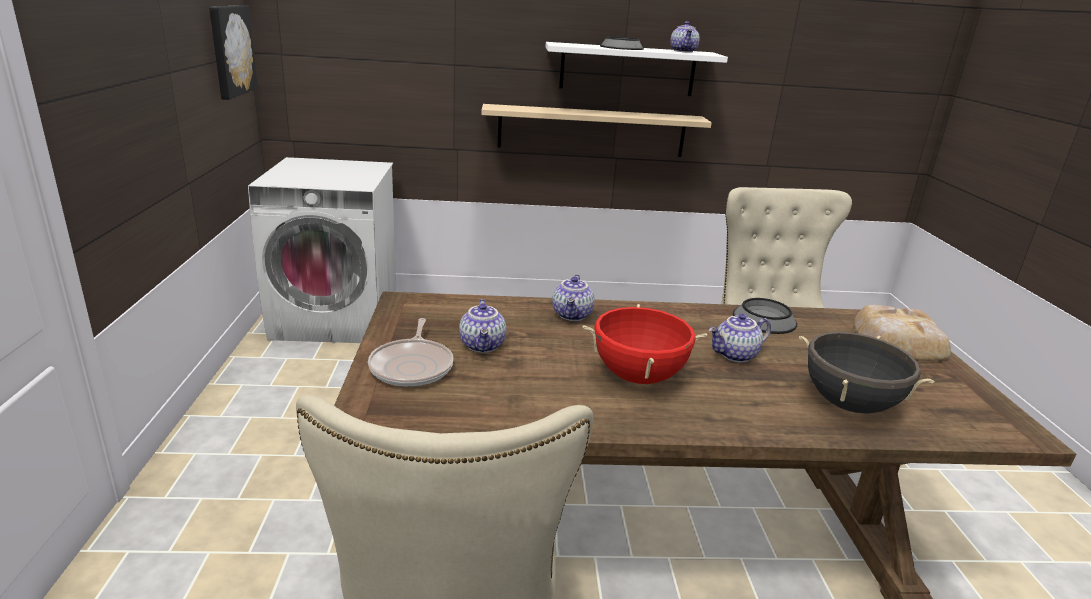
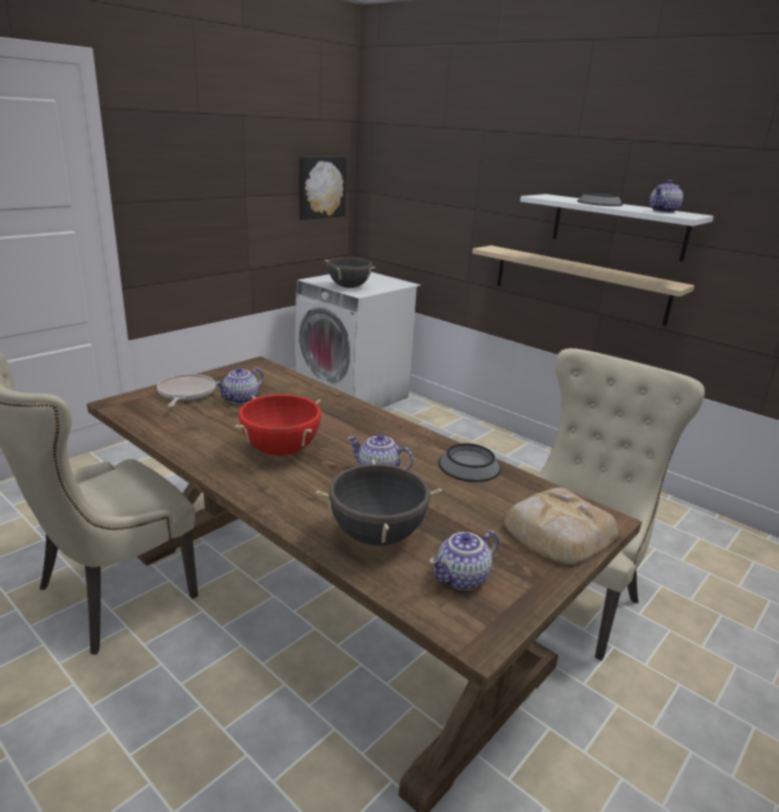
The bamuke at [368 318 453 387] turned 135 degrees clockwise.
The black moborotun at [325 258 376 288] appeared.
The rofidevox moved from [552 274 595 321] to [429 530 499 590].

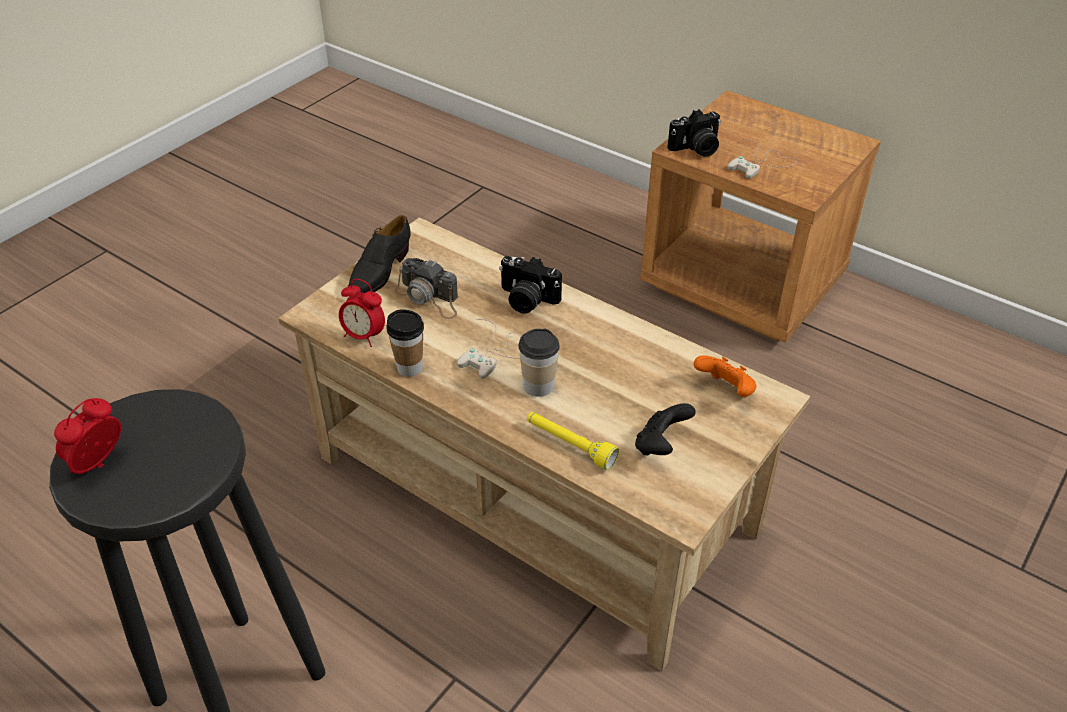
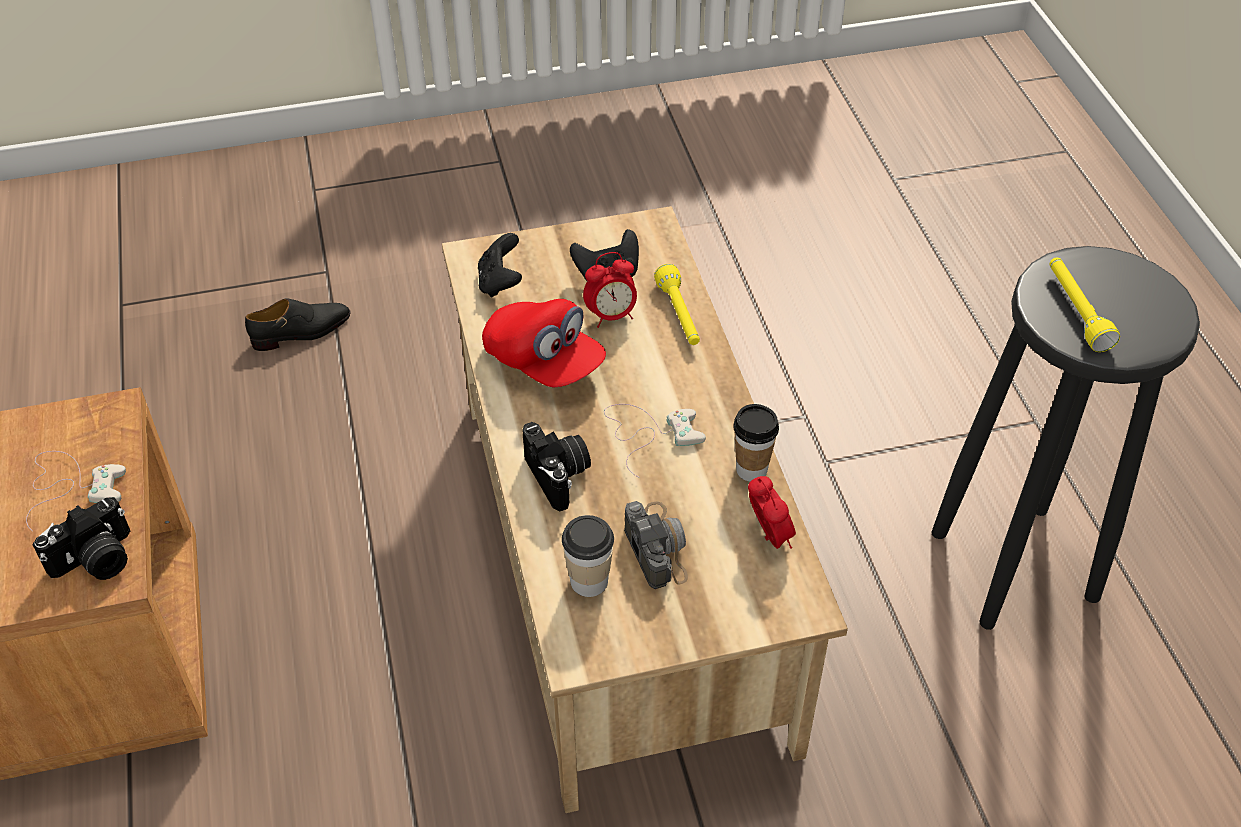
The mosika at [667 109 721 157] turned 120 degrees clockwise.
The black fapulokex moved from [349 215 410 293] to [245 299 350 351].
The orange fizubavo at [693 355 757 397] became the black fizubavo at [478 233 522 297].
The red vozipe at [482 299 606 387] appeared.
The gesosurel moved from [519 329 560 397] to [562 515 614 597].
The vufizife moved from [54 398 121 474] to [583 252 637 328].
The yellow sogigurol at [1050 258 1120 352] appeared.

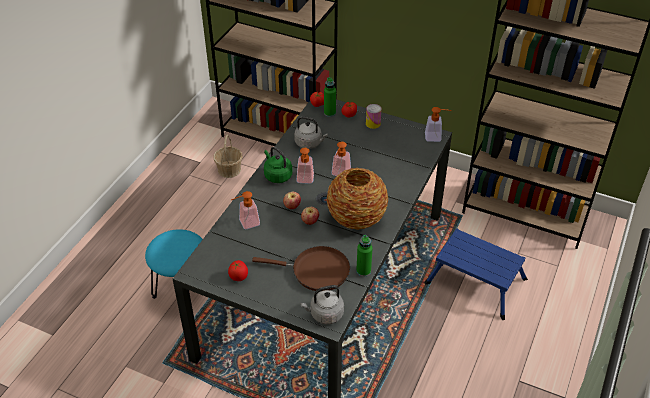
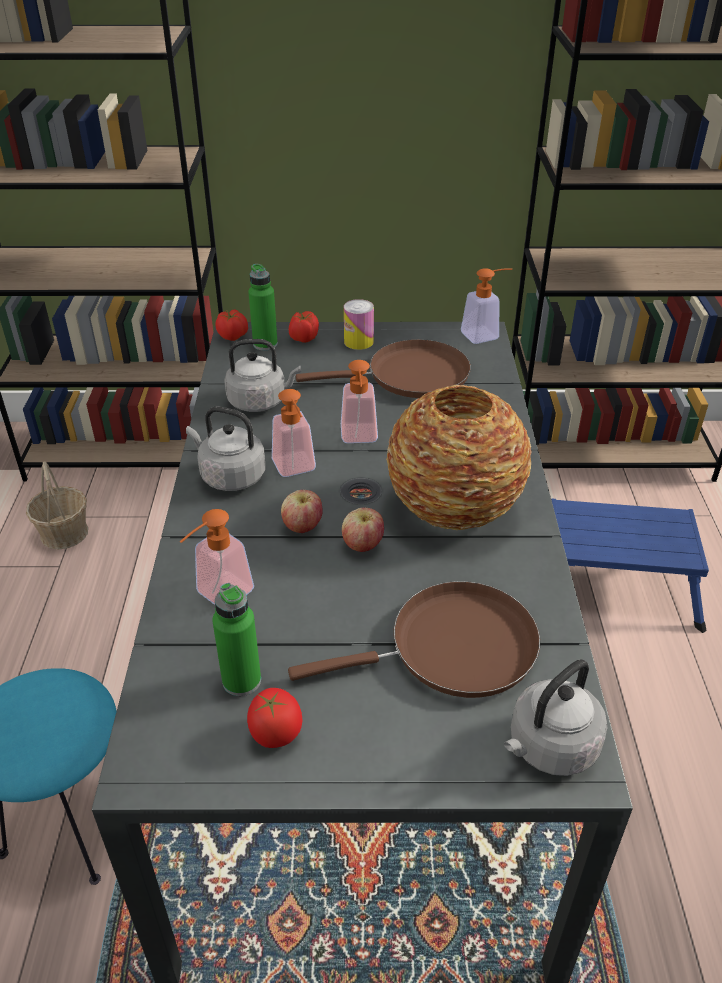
The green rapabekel at [264 147 292 183] became the grey rapabekel at [186 406 265 491].
The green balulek moved from [356 235 372 276] to [212 583 261 696].
The brown bamuke at [296 339 471 398] appeared.

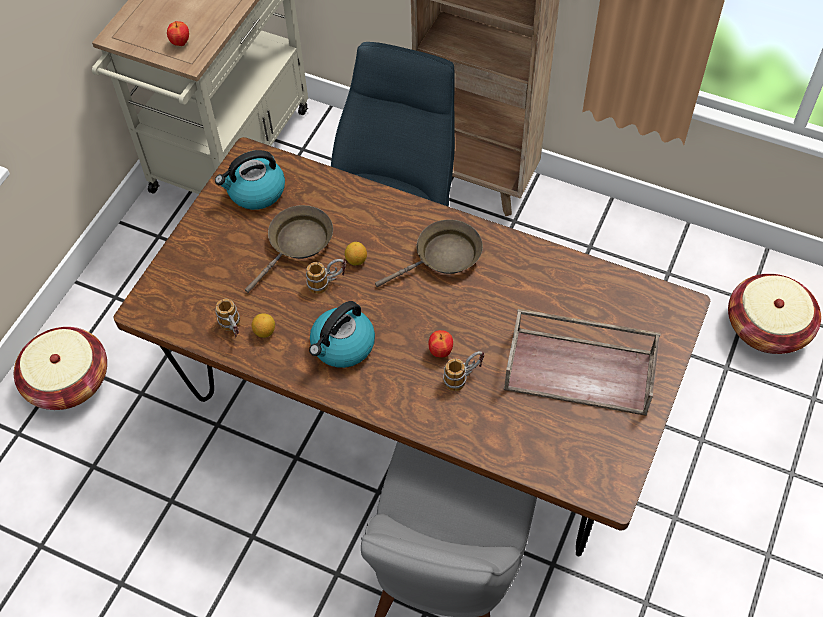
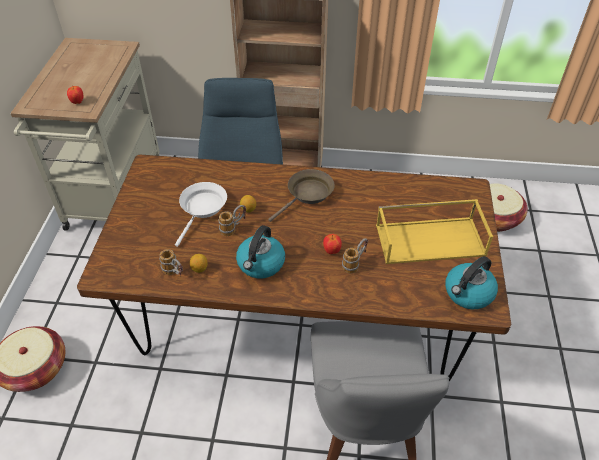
The brown bamuke at [245 205 333 293] became the white bamuke at [175 182 227 247].
The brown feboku at [504 309 661 416] became the yellow feboku at [376 199 493 264].
The rapabekel moved from [215 150 285 210] to [445 256 498 309].

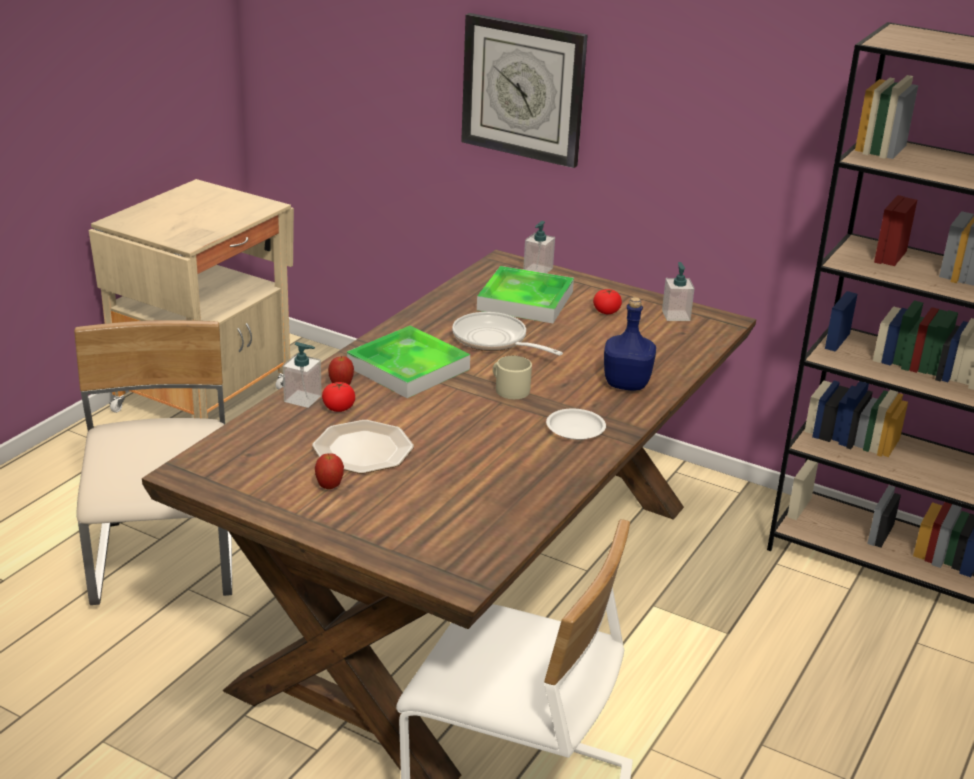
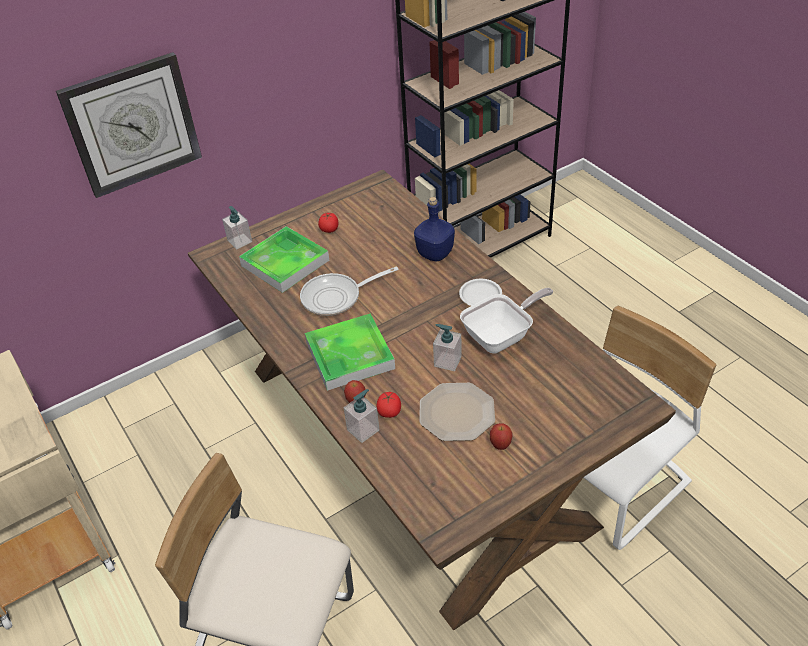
The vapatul moved from [662 262 695 321] to [433 324 462 371].
The bamuke at [460 288 554 353] appeared.
The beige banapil at [493 356 532 399] disappeared.

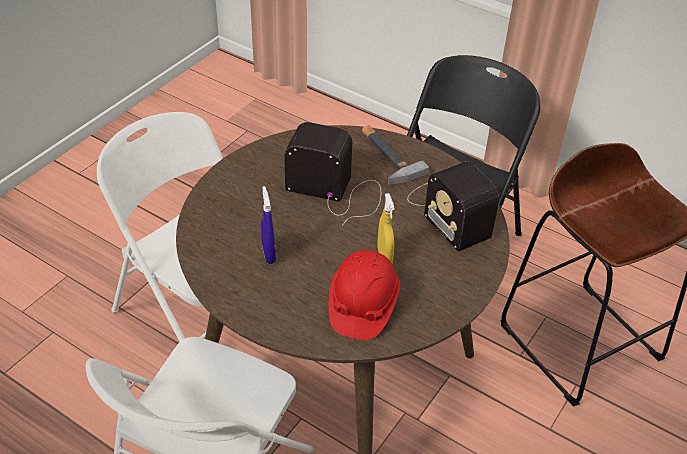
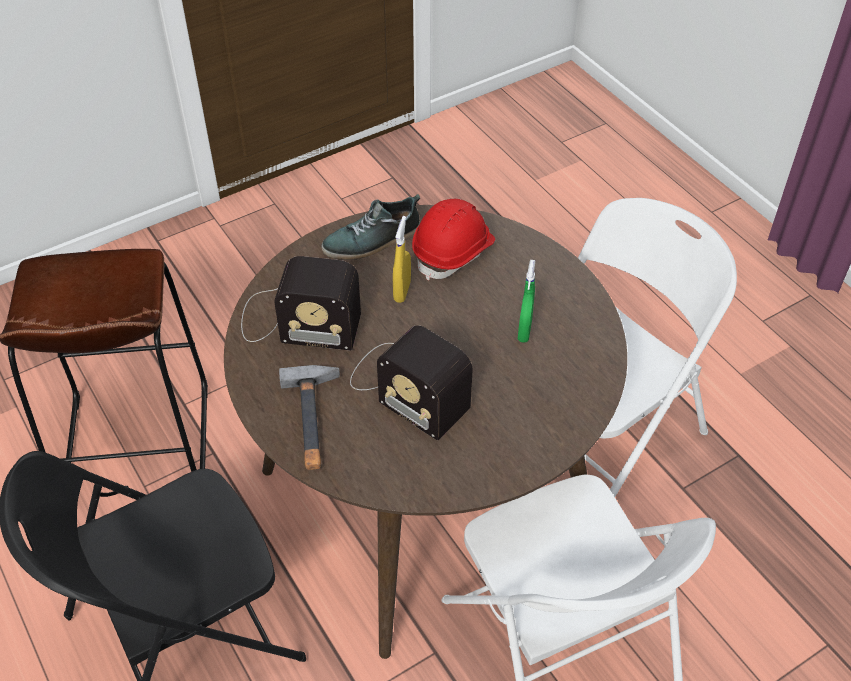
The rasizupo at [407 161 499 252] turned 105 degrees clockwise.
The fapulokex at [321 194 420 260] appeared.
The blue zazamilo at [261 186 276 264] became the green zazamilo at [518 260 535 343].

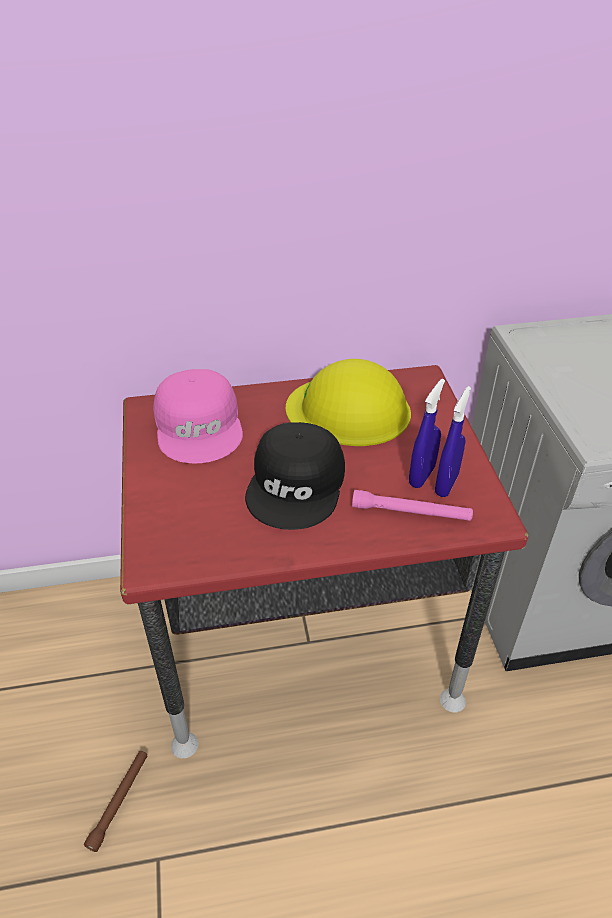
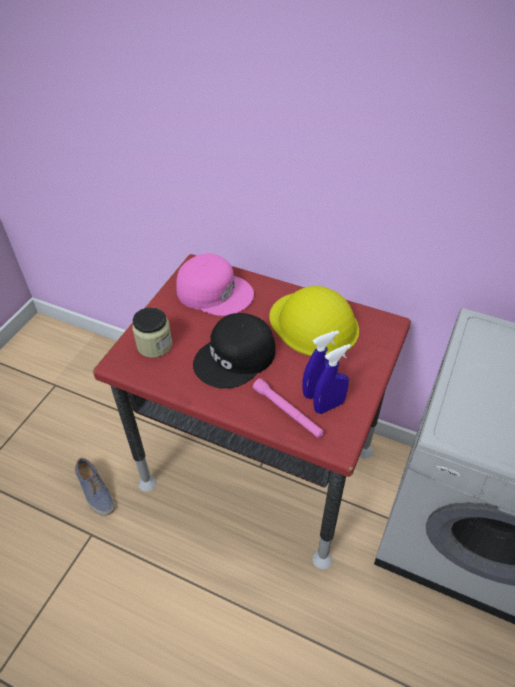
The brown sogigurol at [84 751 147 852] was replaced by the fapulokex at [75 458 115 516].
The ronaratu at [132 307 173 358] appeared.
The pink vozipe at [153 369 243 463] turned 90 degrees counterclockwise.

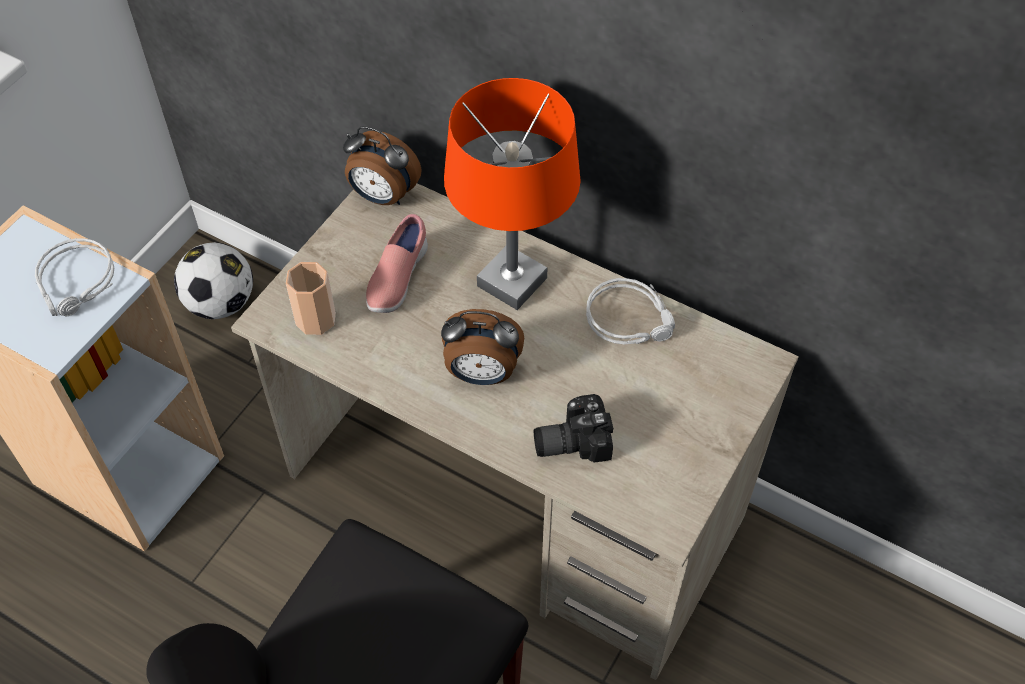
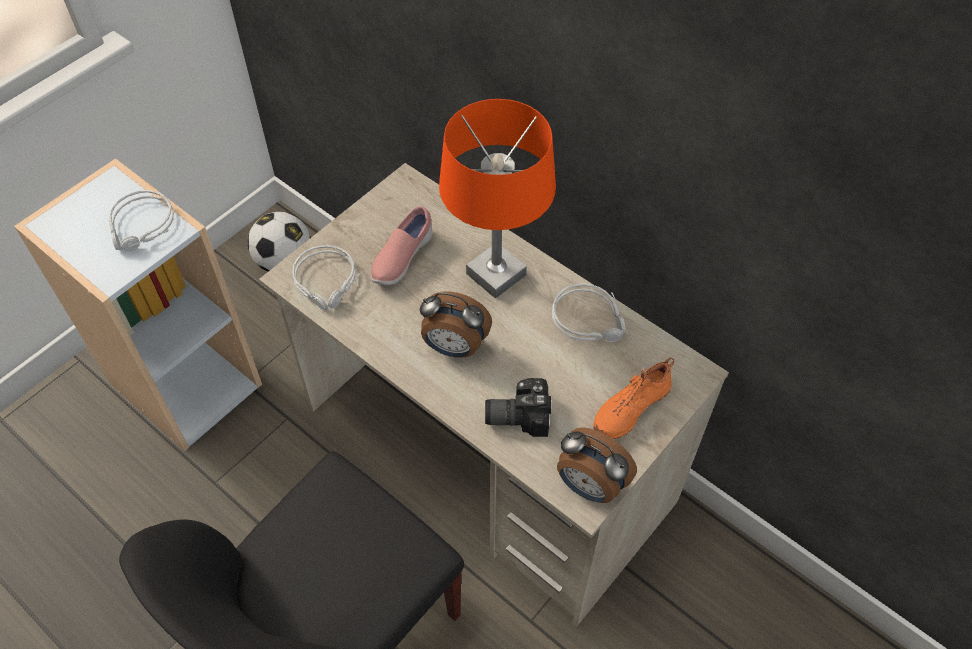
The gesosurel at [286 262 336 335] was replaced by the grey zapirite at [292 245 360 311].
The vufizife moved from [343 126 422 205] to [557 427 637 503].
The orange fapulokex at [593 357 674 439] appeared.

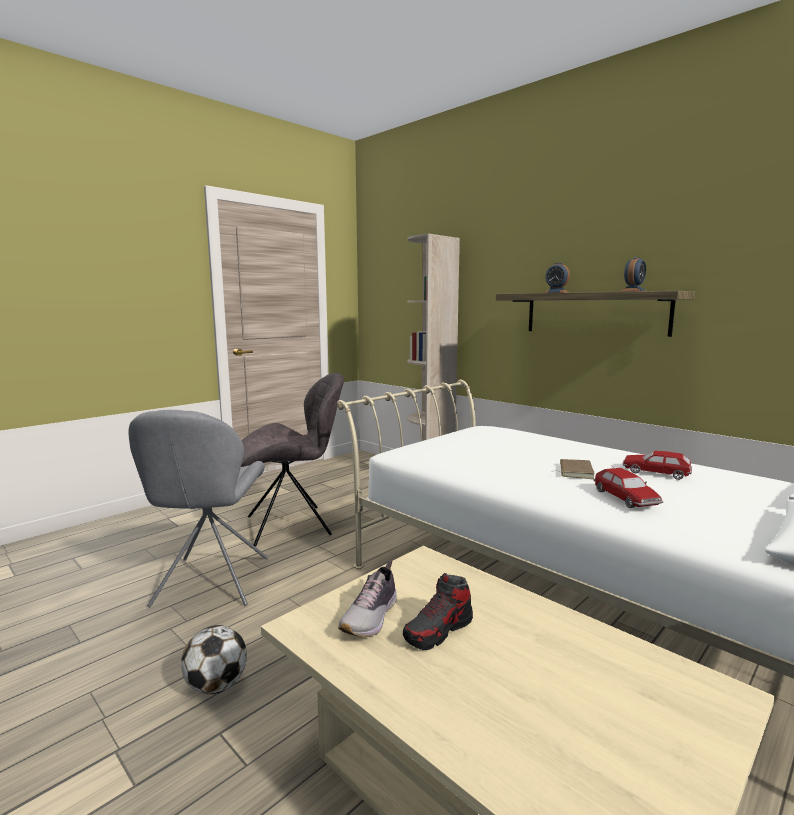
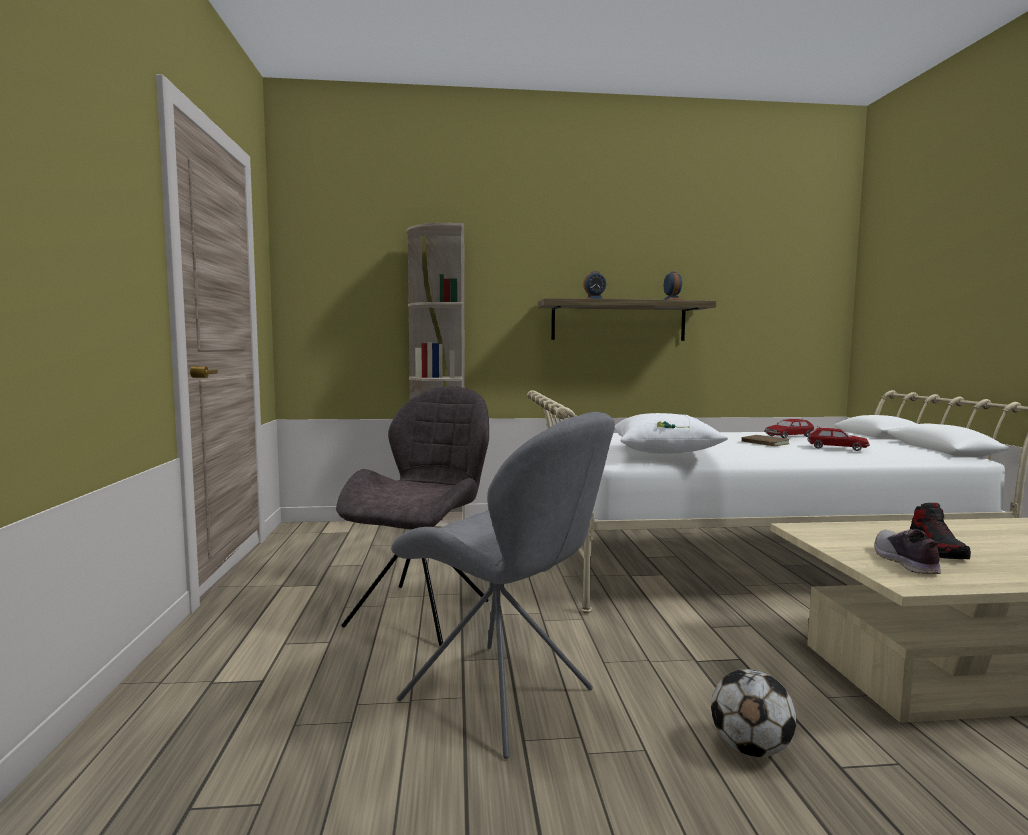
The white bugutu at [614 413 728 454] appeared.
The fapulokex at [338 561 397 637] turned 150 degrees counterclockwise.

